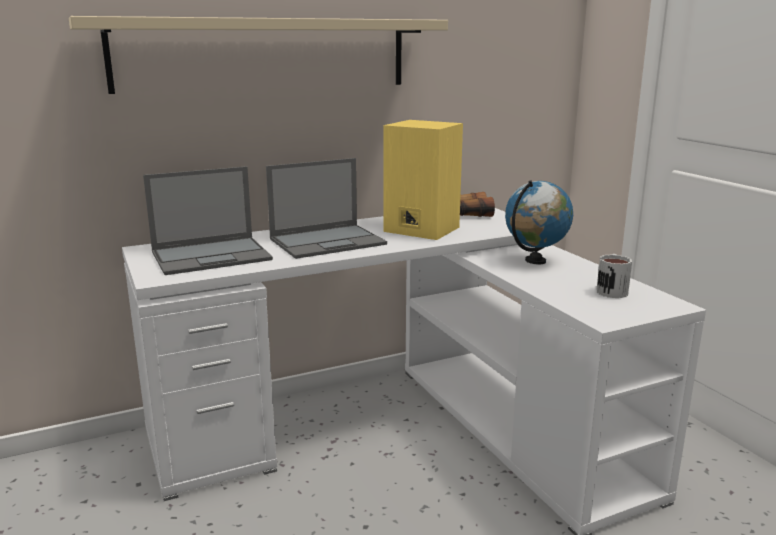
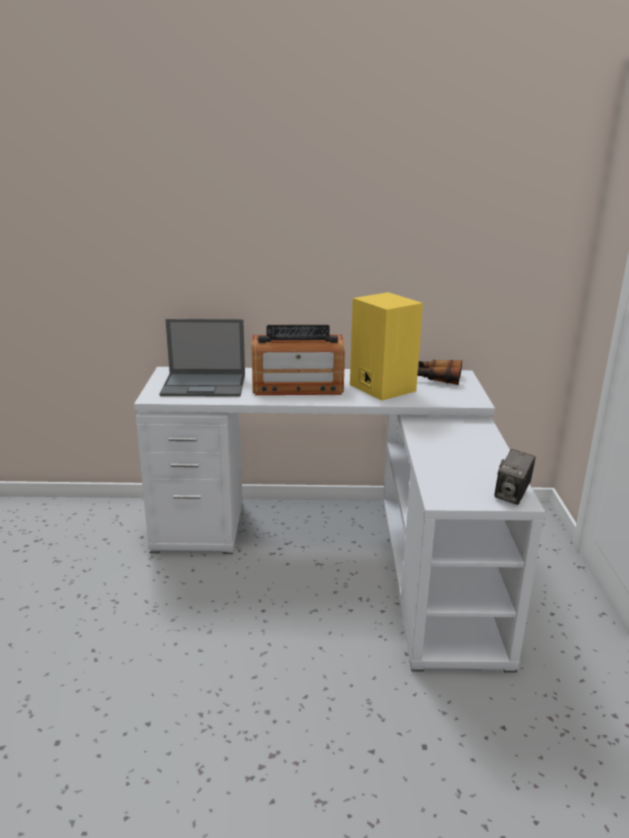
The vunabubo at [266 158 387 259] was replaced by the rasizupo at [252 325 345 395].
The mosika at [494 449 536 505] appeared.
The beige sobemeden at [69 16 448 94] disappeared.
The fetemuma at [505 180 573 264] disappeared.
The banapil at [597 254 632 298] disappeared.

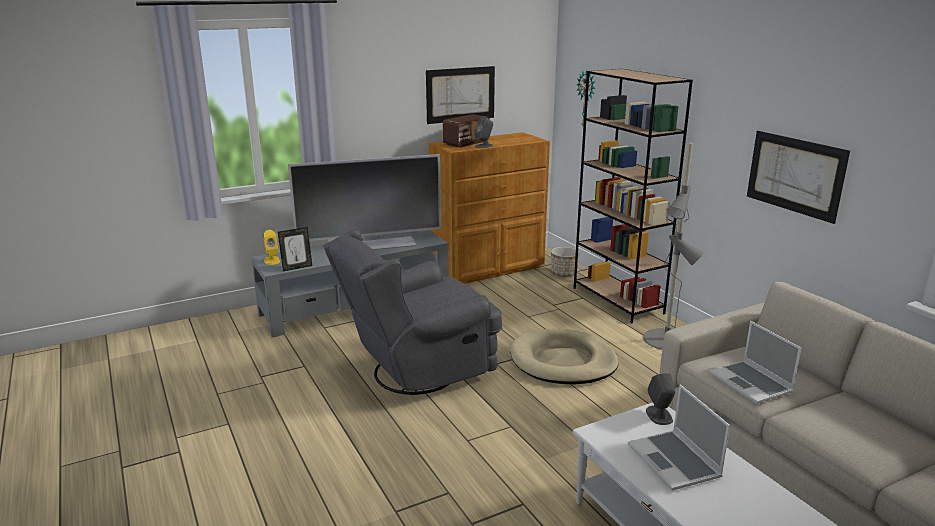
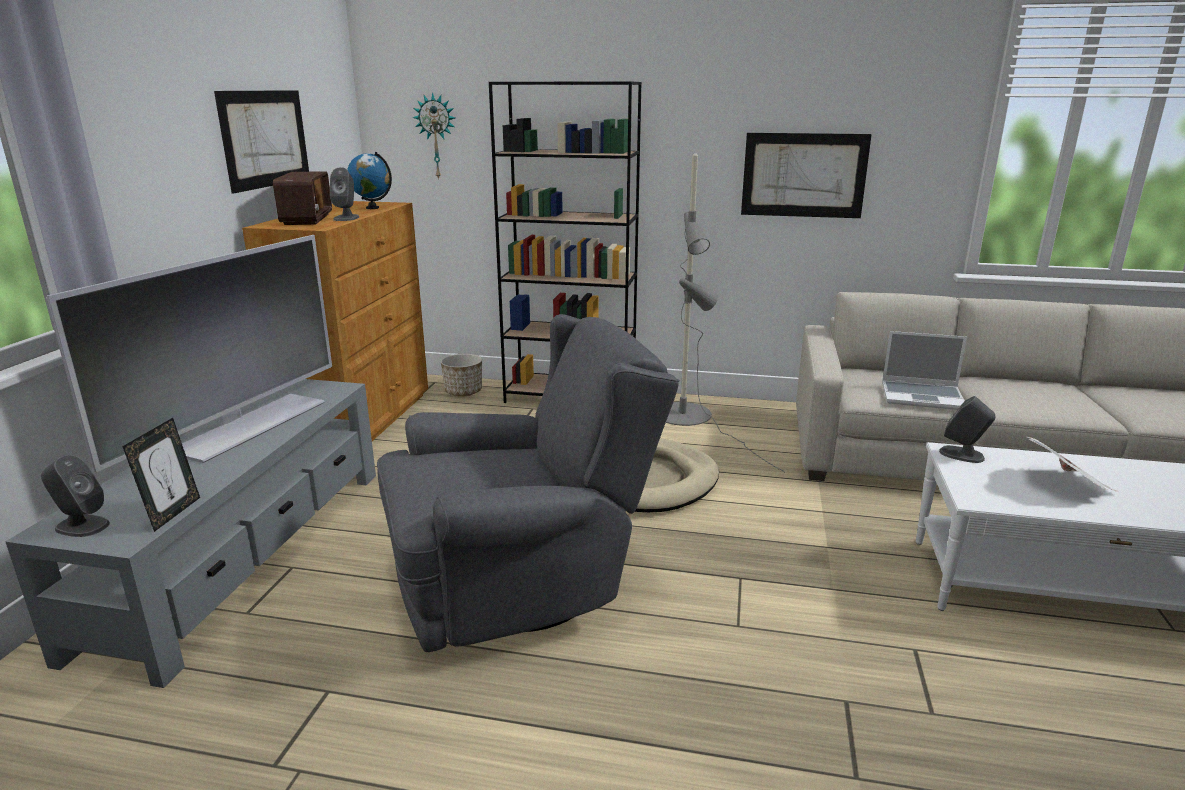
The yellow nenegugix at [264 230 280 265] became the grey nenegugix at [41 455 110 537].
The fetemuma at [347 152 392 209] appeared.
The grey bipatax at [324 229 502 395] turned 120 degrees counterclockwise.
The vunabubo at [628 385 730 491] was replaced by the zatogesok at [1028 437 1119 492].

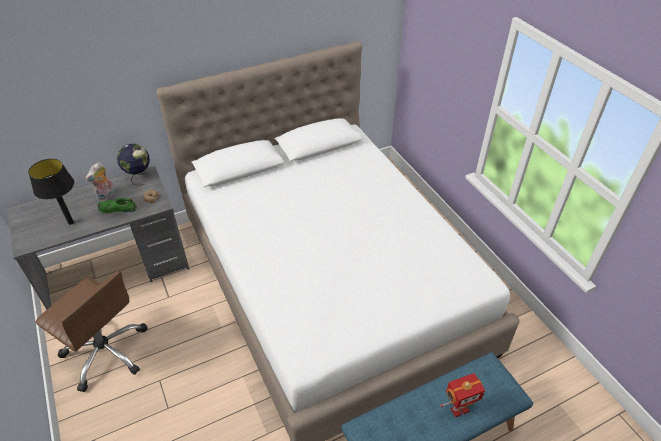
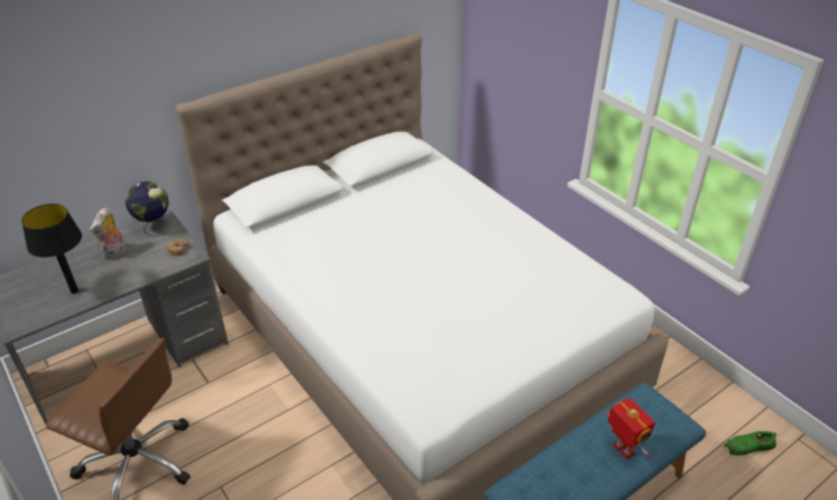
The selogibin at [440 373 485 417] turned 90 degrees counterclockwise.
The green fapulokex moved from [97 198 137 213] to [724 431 776 455].

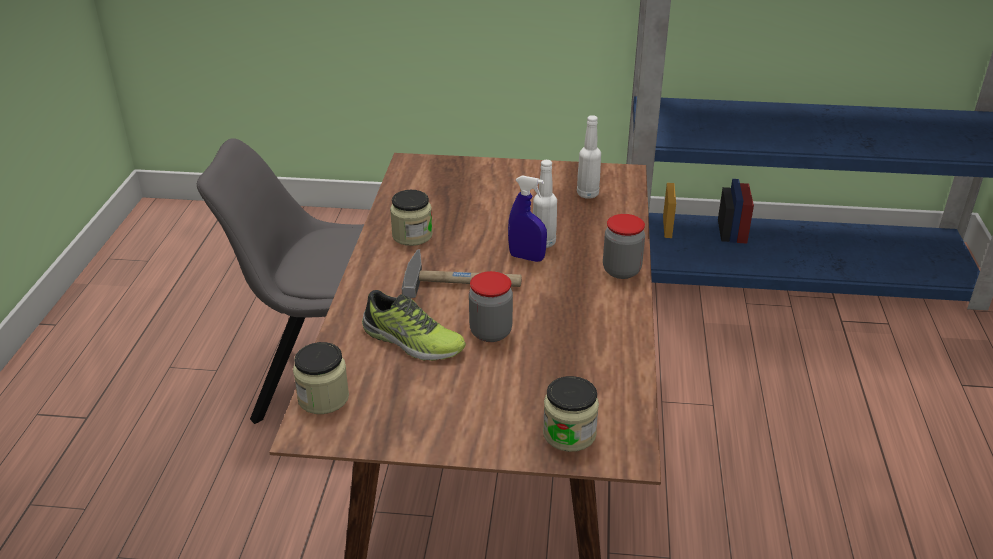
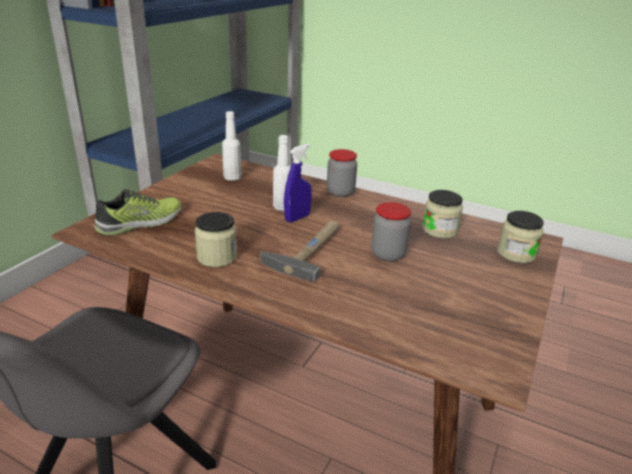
The fapulokex moved from [362 290 466 361] to [94 189 181 236].
The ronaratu moved from [293 342 349 414] to [422 190 463 239].

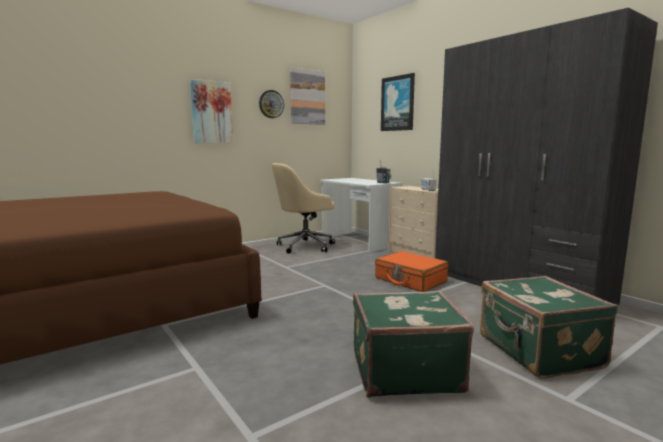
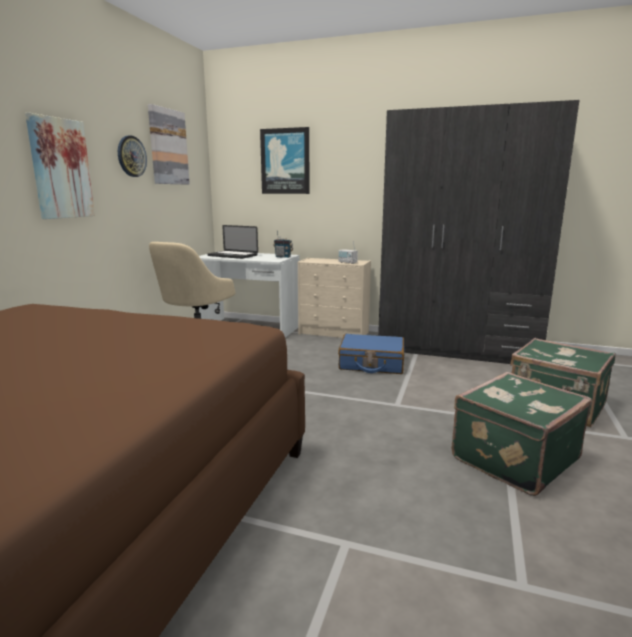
The vunabubo at [208 225 258 259] appeared.
The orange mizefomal at [375 251 448 292] became the blue mizefomal at [338 334 405 374].

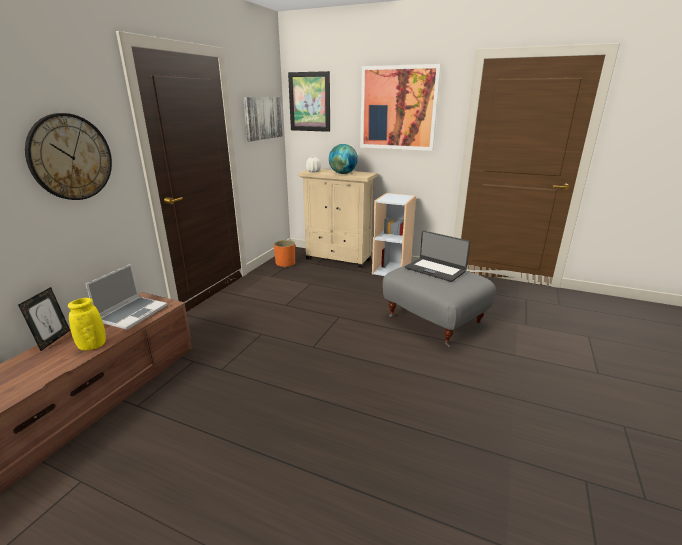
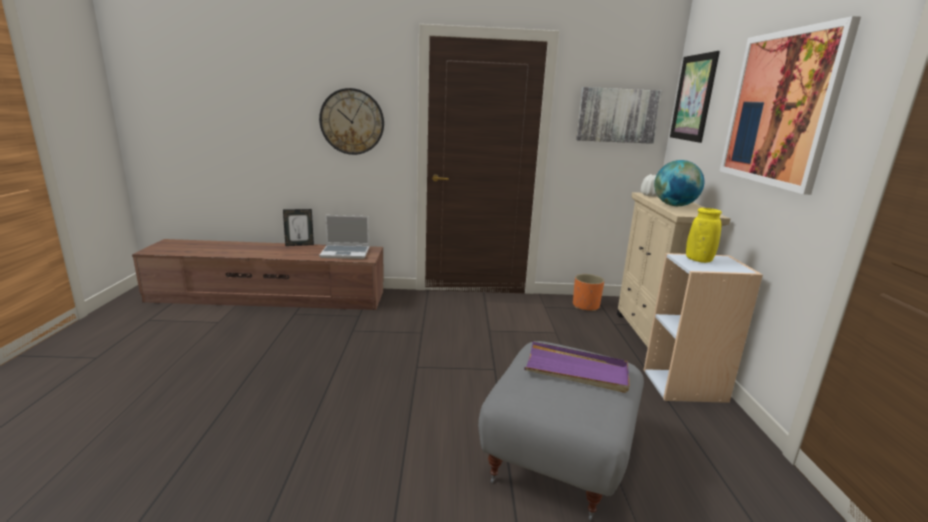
The vunabubo at [405 230 470 282] was replaced by the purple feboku at [524 342 629 393].
The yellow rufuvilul moved from [68 298 106 351] to [686 208 722 263].

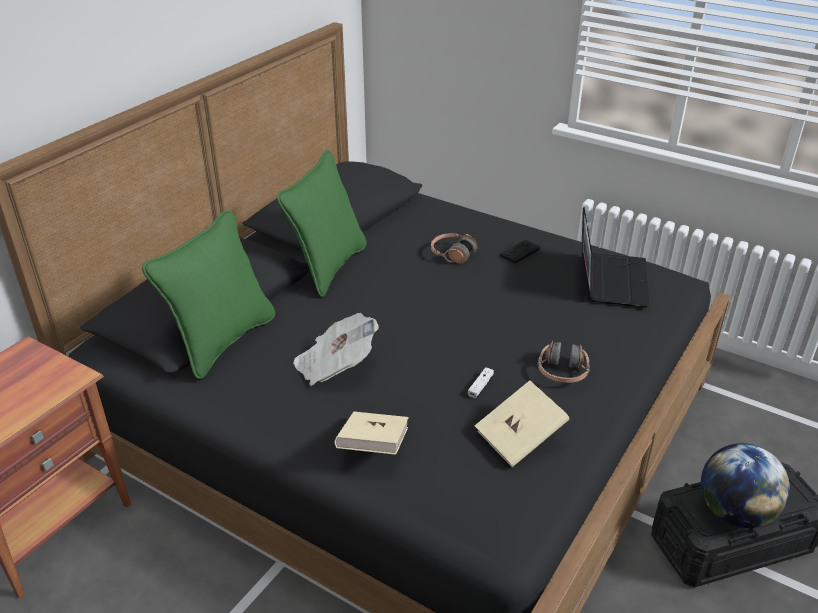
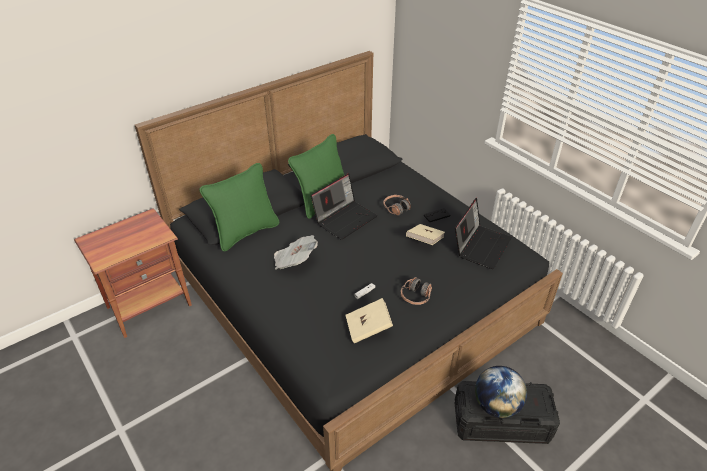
The vunabubo at [311 173 378 240] appeared.
The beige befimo moved from [335 412 409 455] to [406 224 445 245].

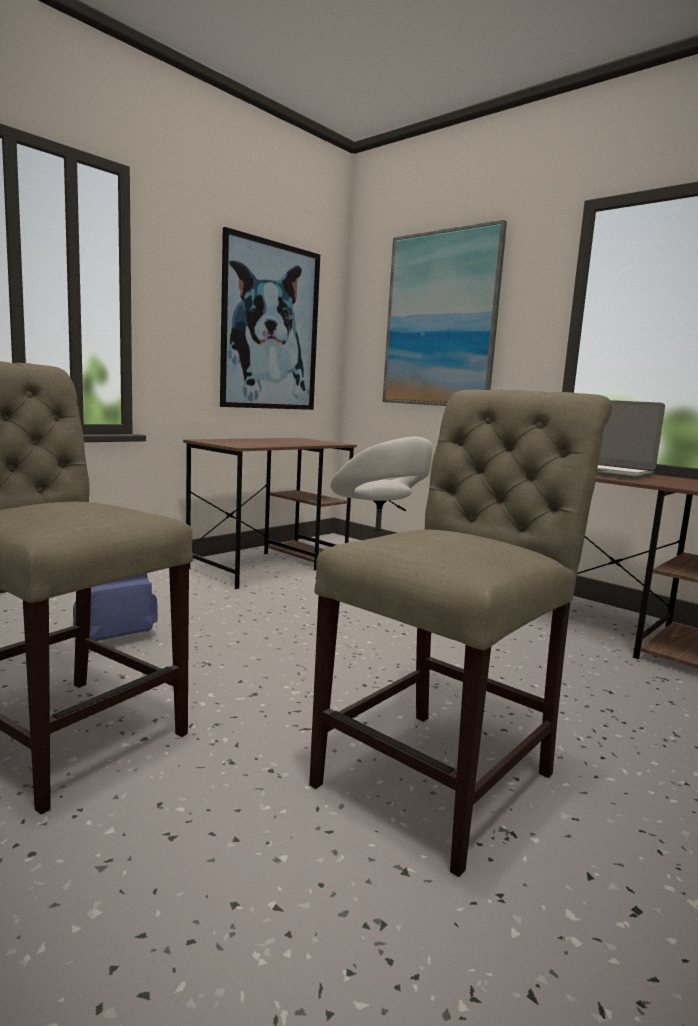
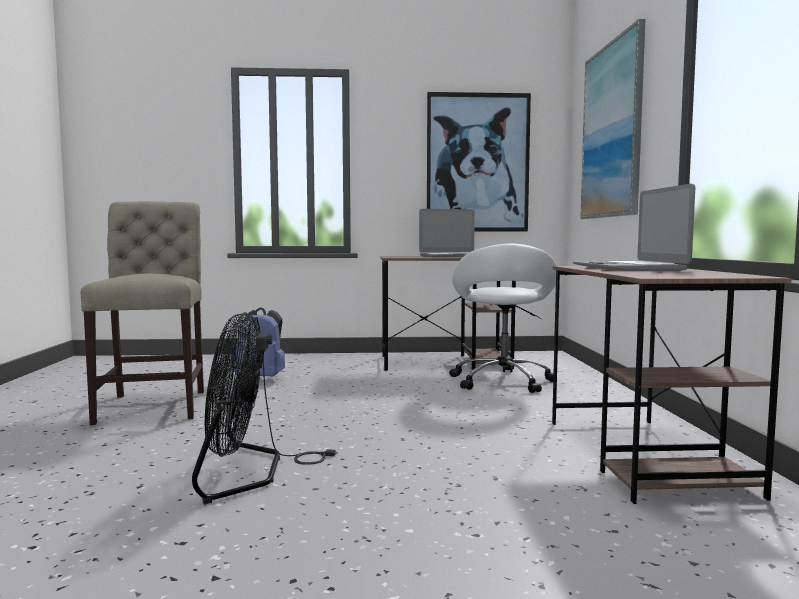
The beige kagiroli at [309 390 612 877] was replaced by the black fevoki at [192 312 337 505].
The vunabubo at [419 209 475 257] appeared.

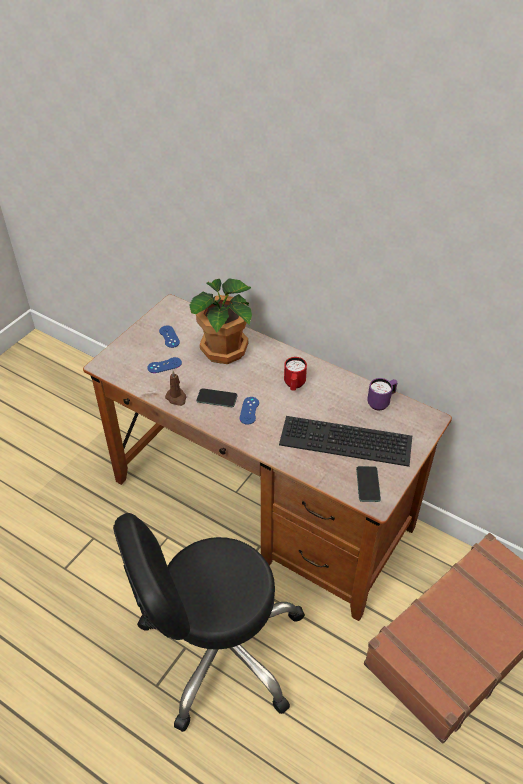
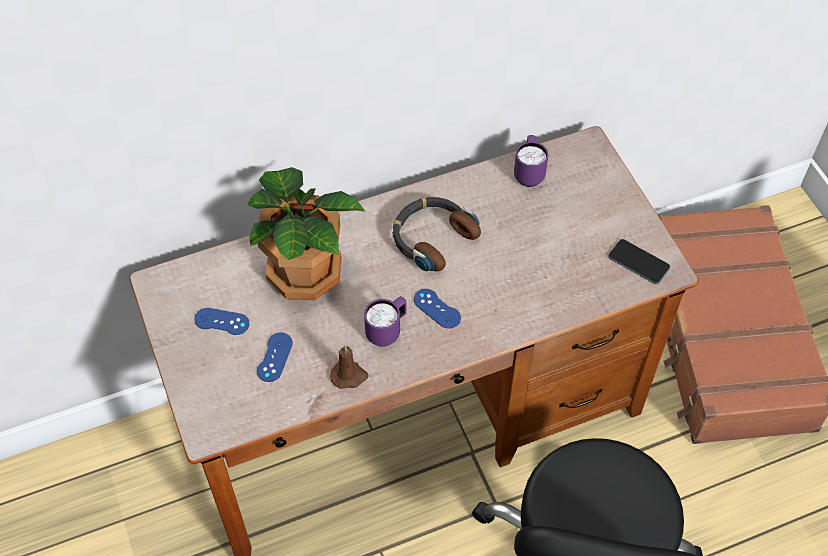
The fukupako at [196 388 238 407] was replaced by the purple banapil at [364 296 406 347].
The red banapil at [284 357 307 391] was replaced by the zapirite at [392 197 481 272].
The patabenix at [279 416 412 467] disappeared.

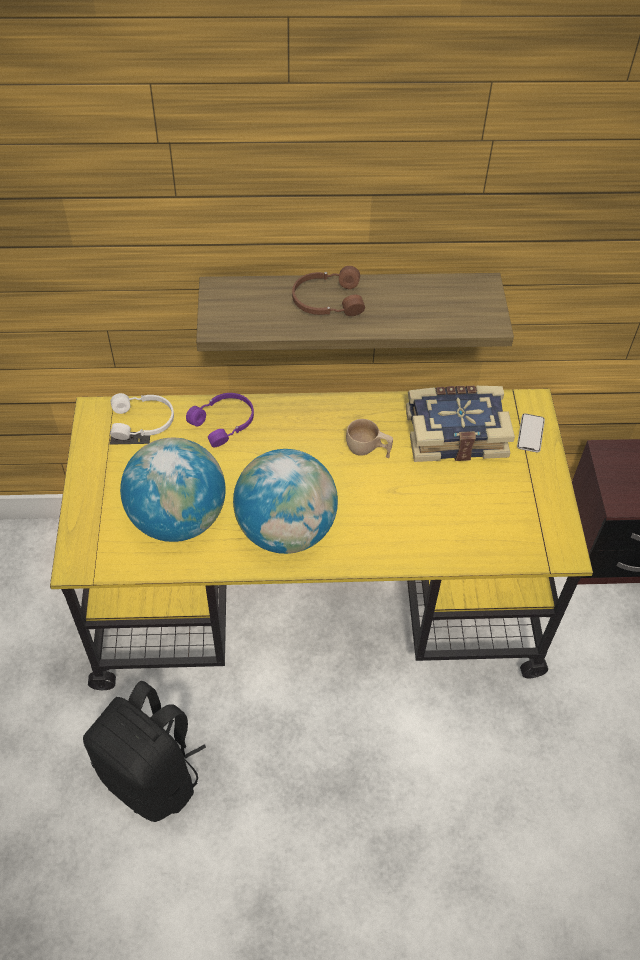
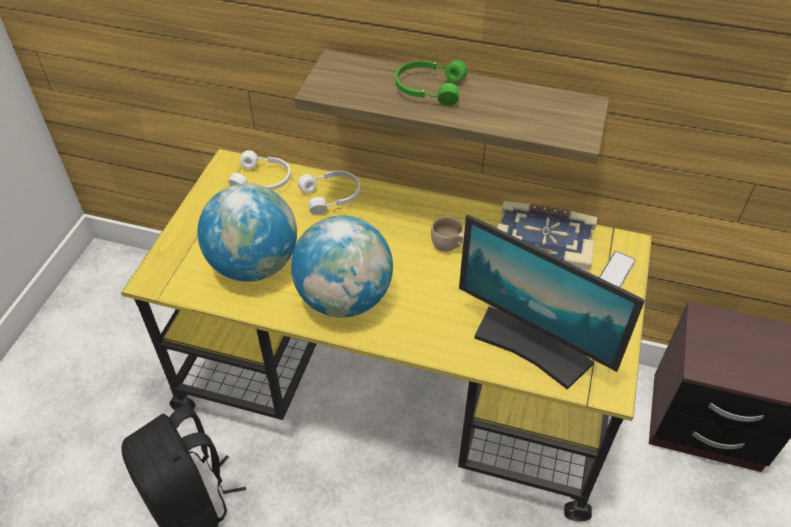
The purple zapirite at [186 393 254 447] became the white zapirite at [298 170 360 214].
The brown zapirite at [292 266 365 316] became the green zapirite at [395 60 467 105].
The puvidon at [459 215 645 390] appeared.

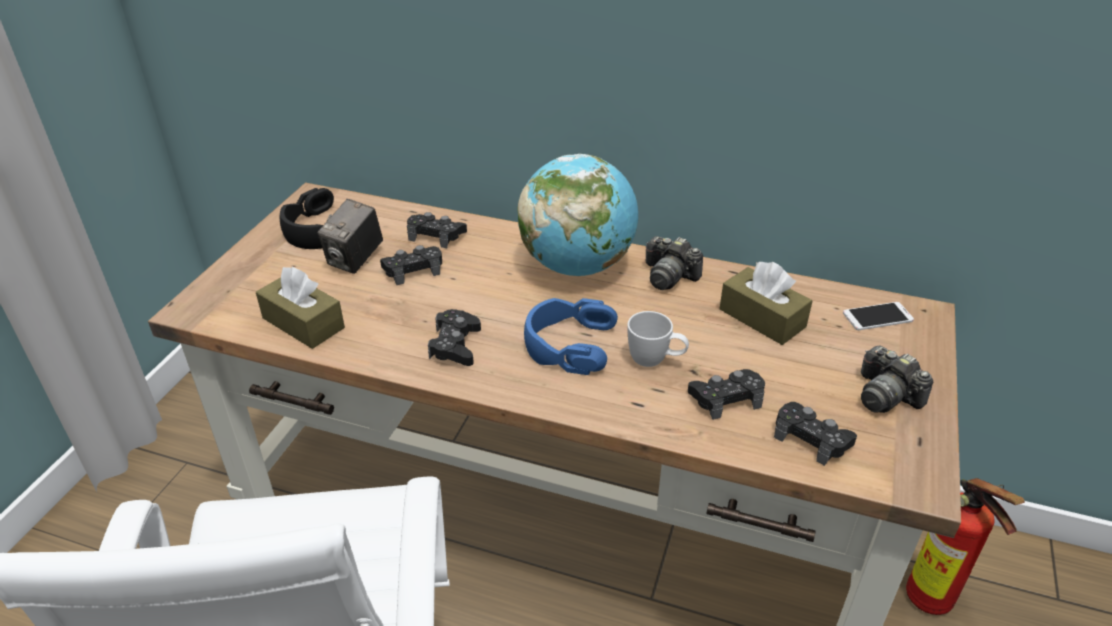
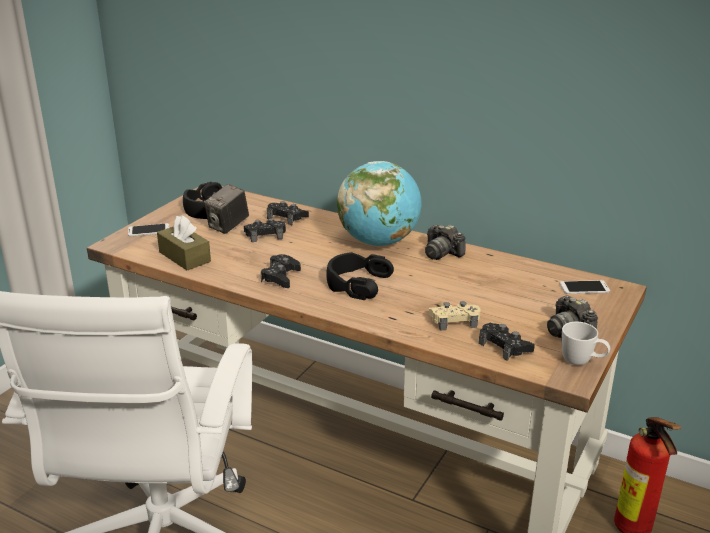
The fukupako at [128 223 170 236] appeared.
The blue zapirite at [524 298 618 375] became the black zapirite at [326 252 394 300].
The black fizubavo at [688 369 765 420] became the beige fizubavo at [429 301 481 331].
The white banapil moved from [627 311 689 367] to [562 322 610 365].
The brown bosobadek at [719 262 812 345] disappeared.

